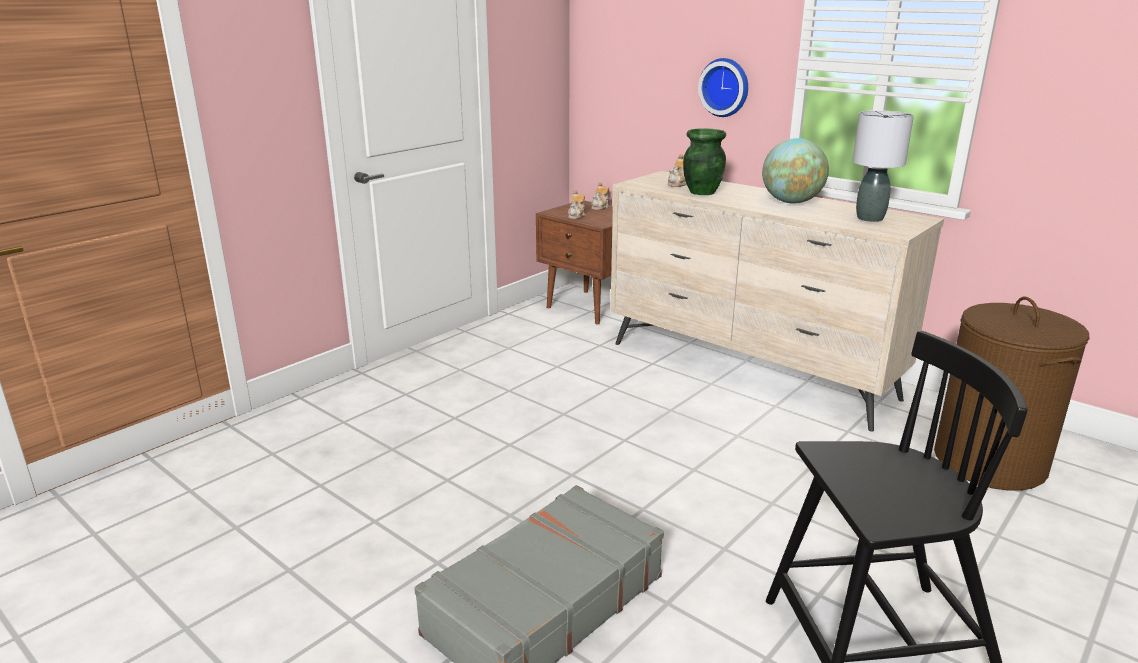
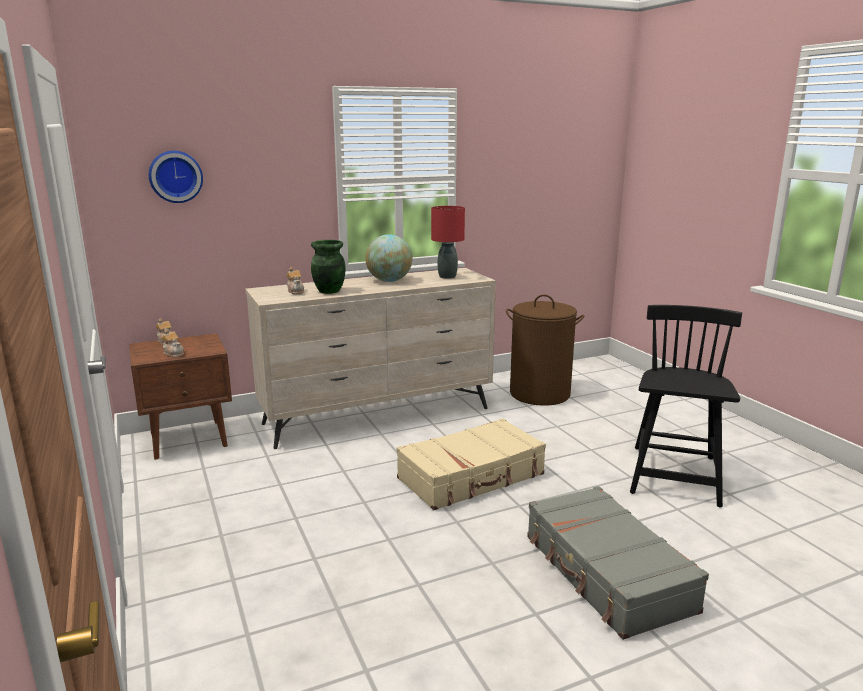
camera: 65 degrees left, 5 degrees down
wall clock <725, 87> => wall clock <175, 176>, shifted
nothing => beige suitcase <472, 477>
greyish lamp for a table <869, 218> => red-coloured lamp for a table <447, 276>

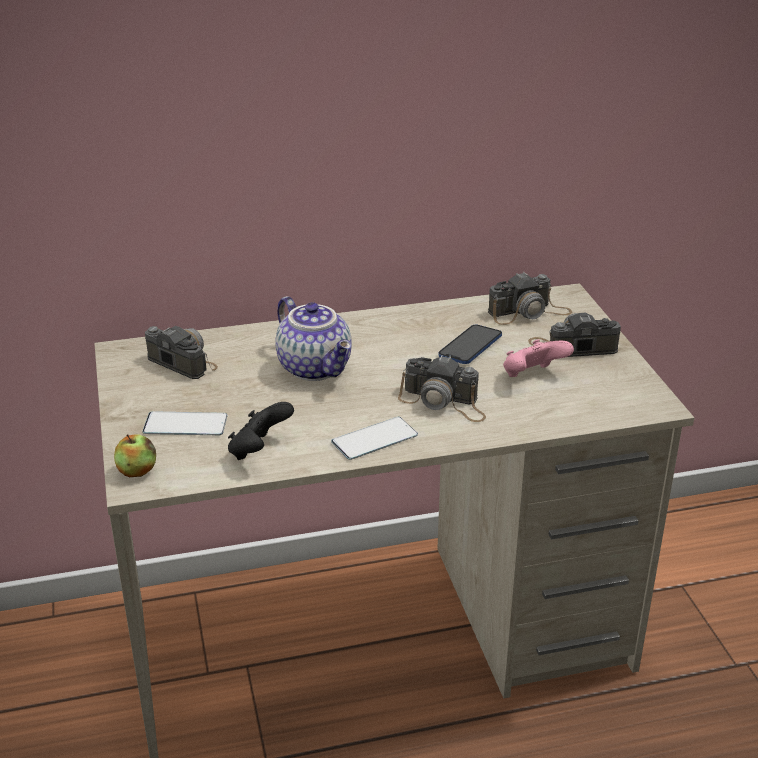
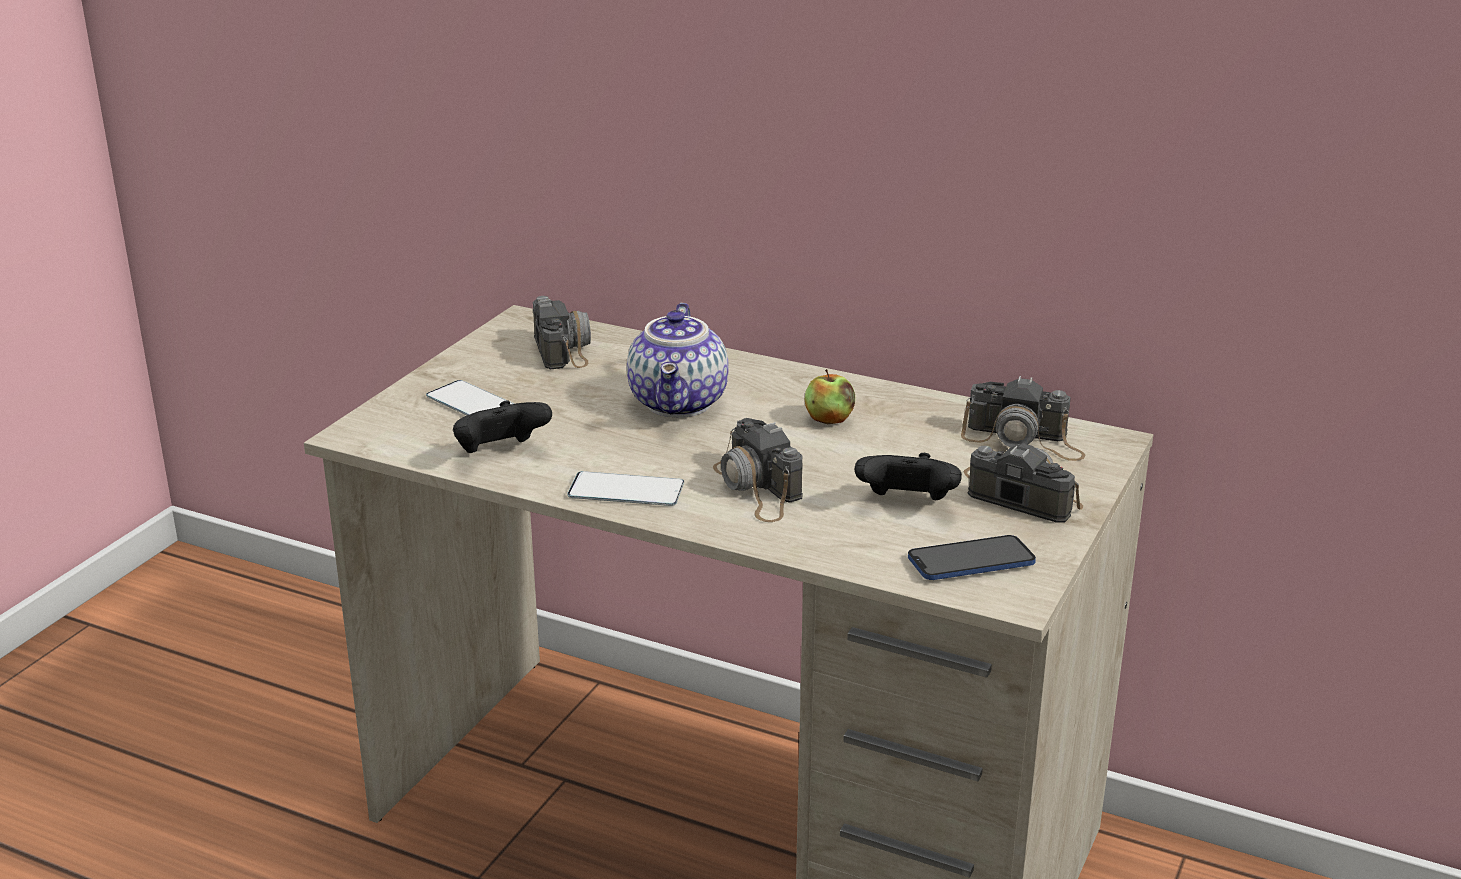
camera: 40 degrees right, 5 degrees down
apple <137, 471> => apple <829, 419>, shifted
pink-coloured game controller <532, 376> => black game controller <907, 504>
handset <470, 346> => handset <971, 561>, shifted

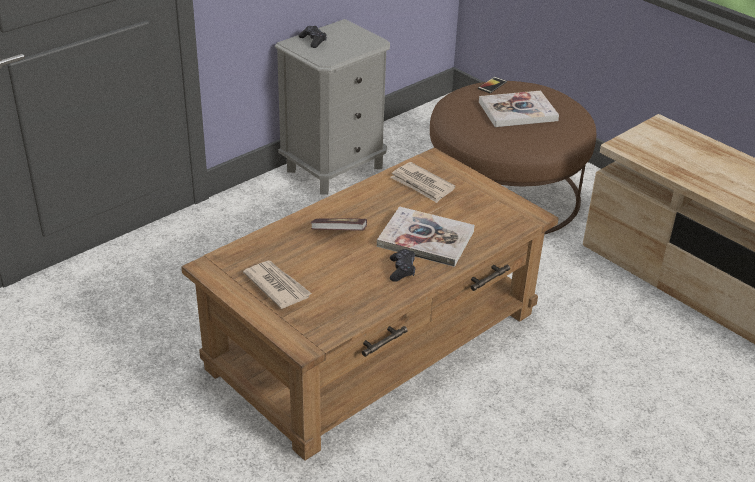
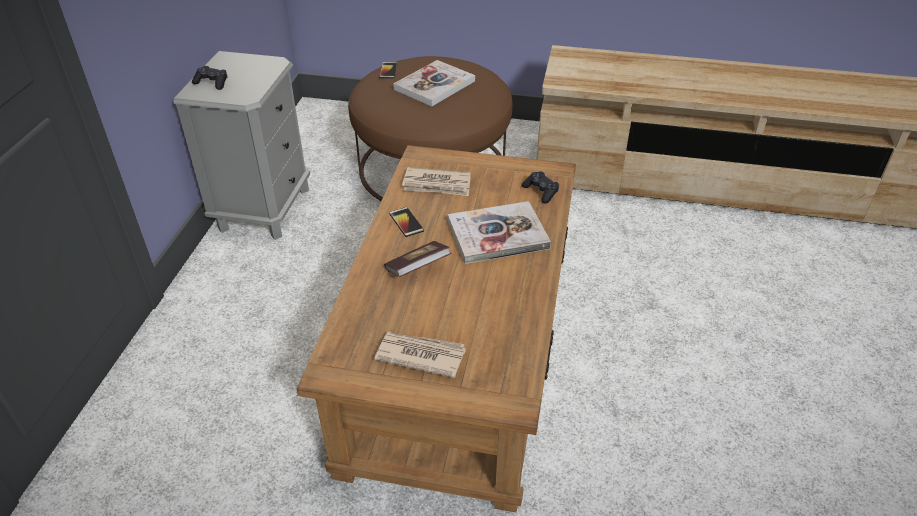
camera: 35 degrees left, 5 degrees up
nothing => handset <406, 222>
black game controller <402, 270> => black game controller <541, 191>, shifted

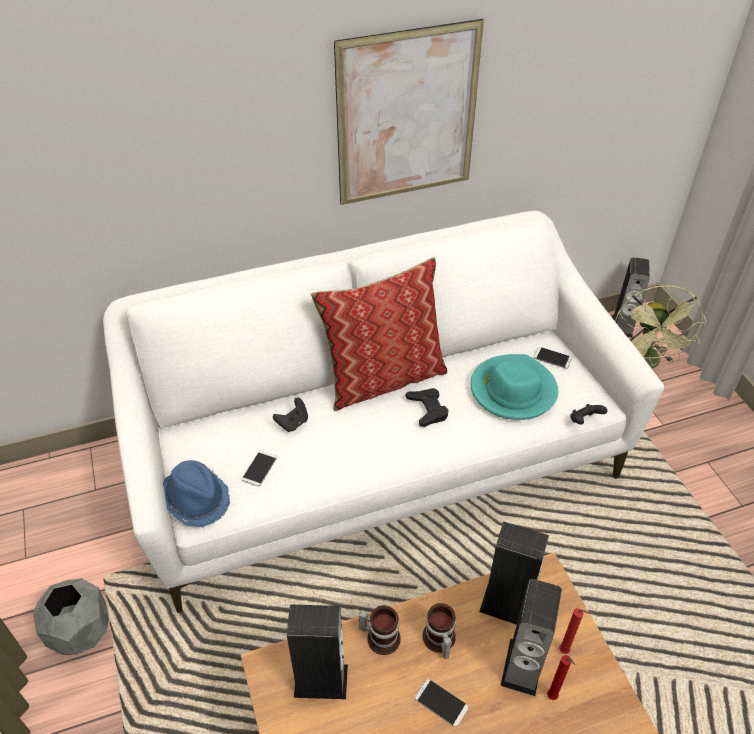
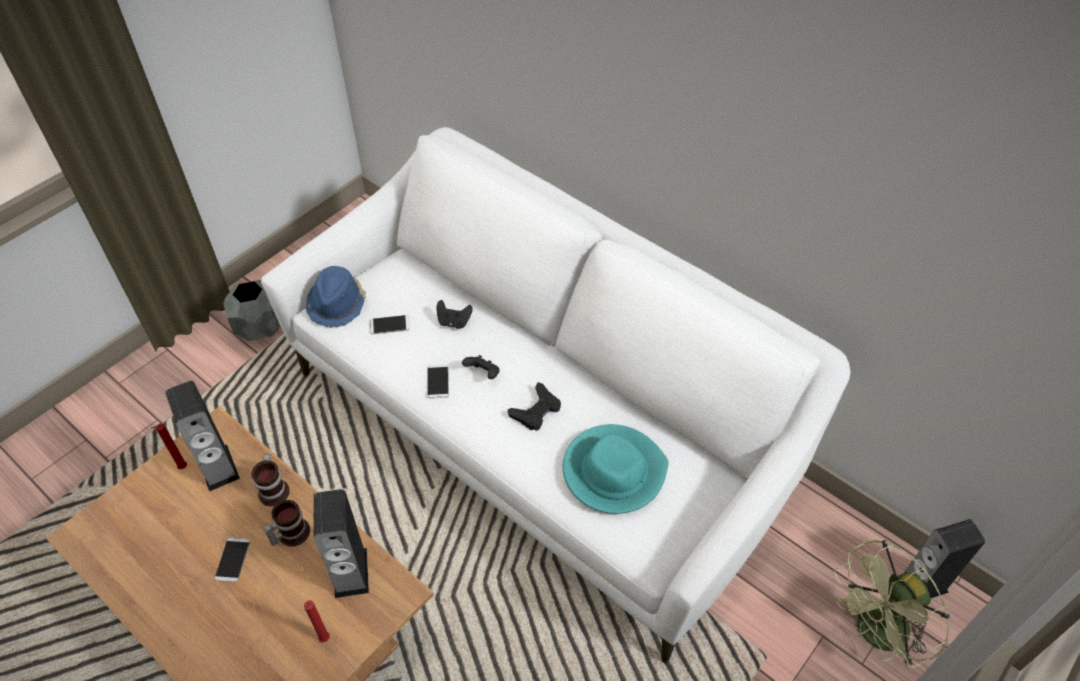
camera: 60 degrees right, 5 degrees up
red-coloured candle <553, 698> => red-coloured candle <181, 468>, shifted
handset <552, 358> => handset <438, 381>, shifted
black game controller <584, 421> => black game controller <483, 374>, shifted
throw pillow <383, 378> => nothing
picture <407, 116> => nothing
speaker <522, 666> => nothing

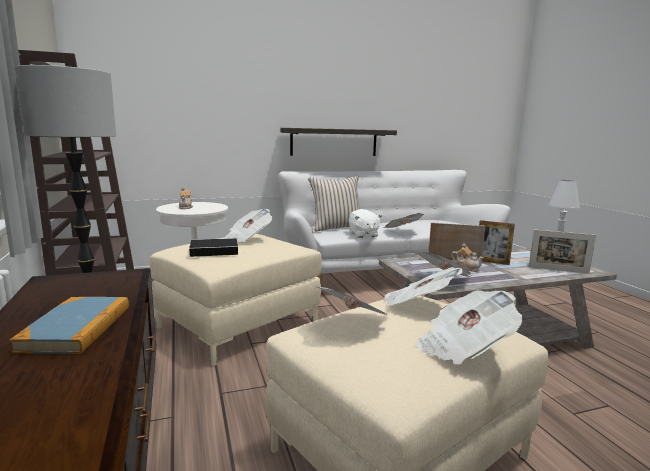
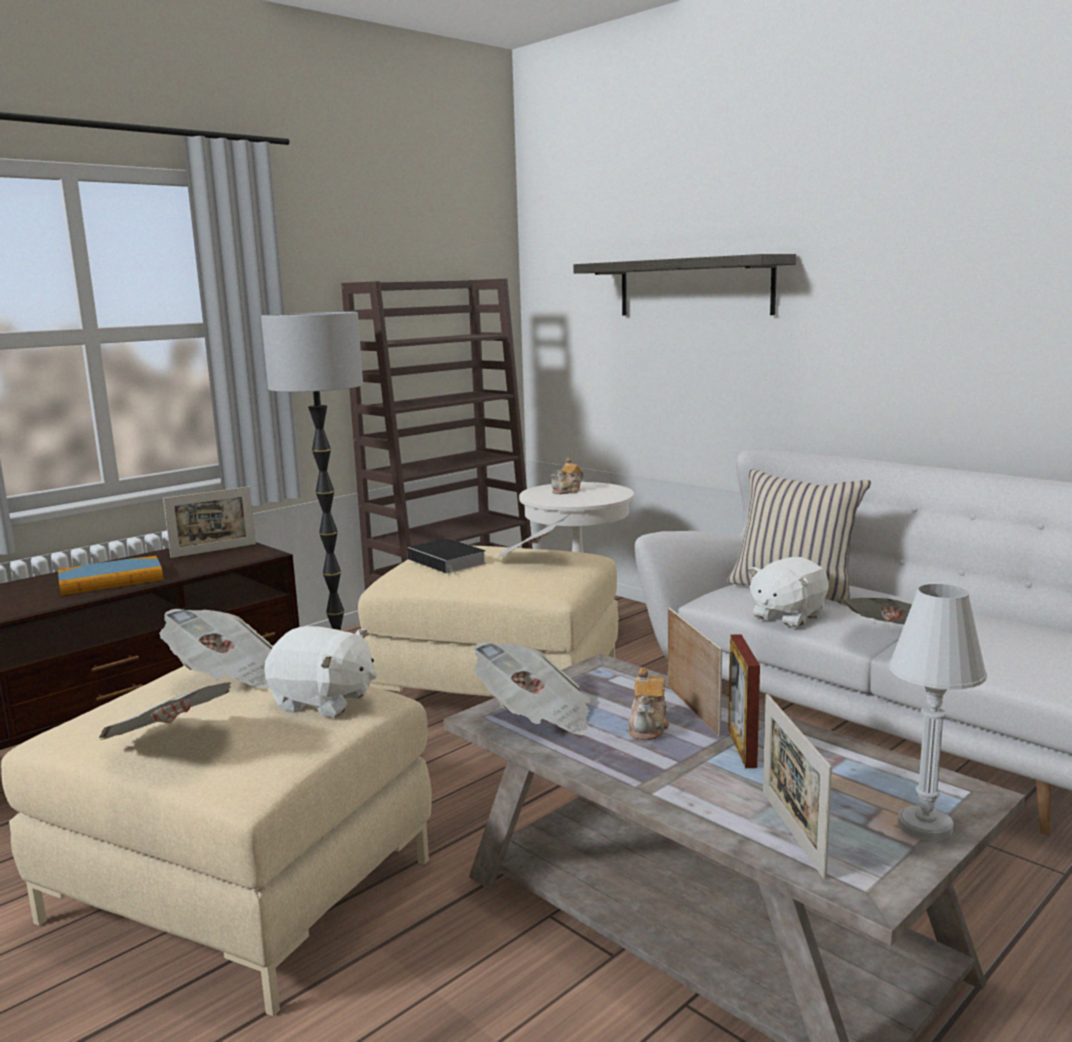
camera: 65 degrees right, 0 degrees up
nothing => picture frame <214, 550>
daily paper <417, 305> => white-coloured plush toy <324, 702>
wall shelf <334, 142> => wall shelf <694, 287>, shifted

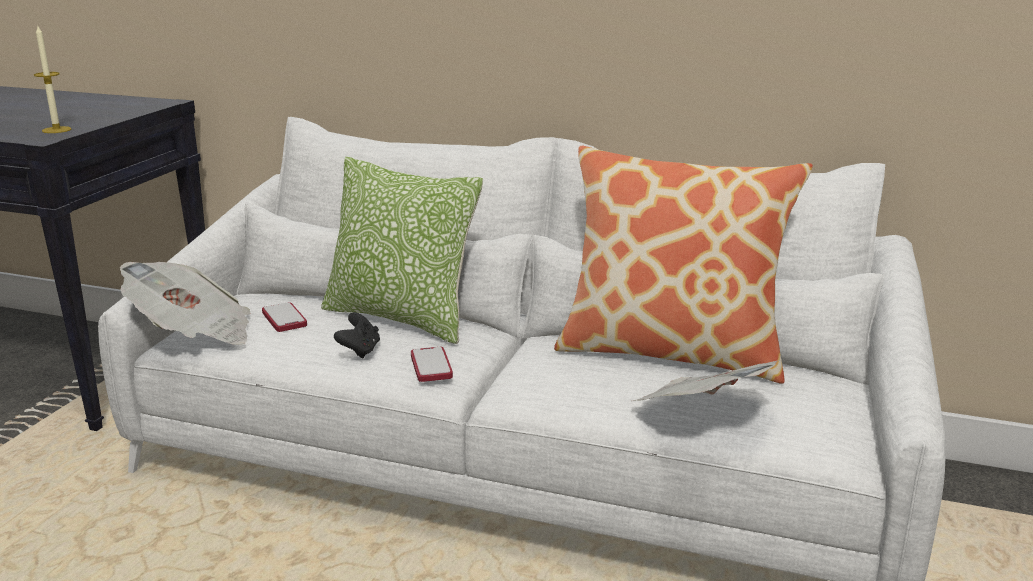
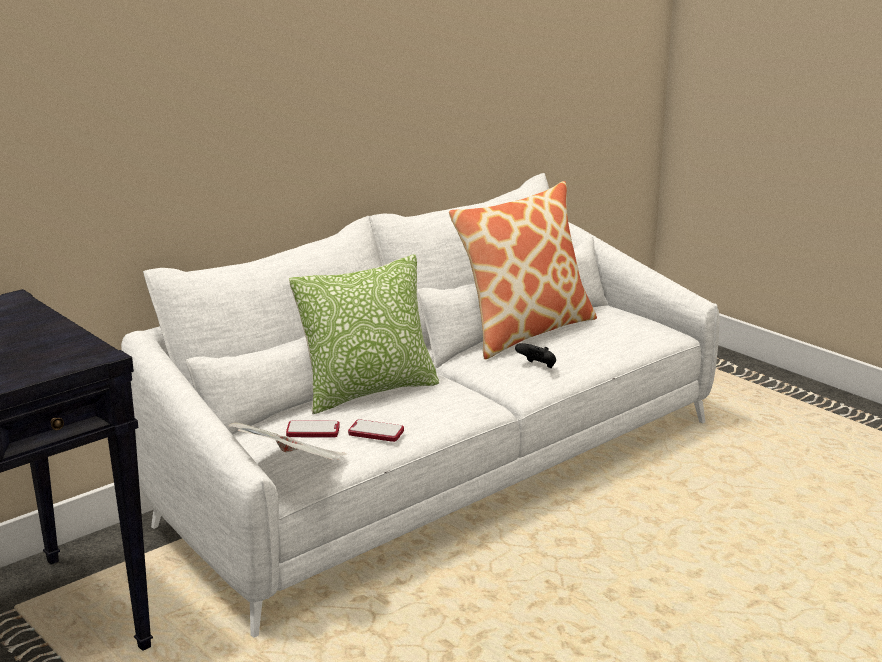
camera: 60 degrees left, 0 degrees up
handset <431, 366> => handset <376, 432>, shifted
black game controller <359, 351> => black game controller <537, 367>, shifted
candle <56, 130> => nothing
daily paper <703, 415> => nothing

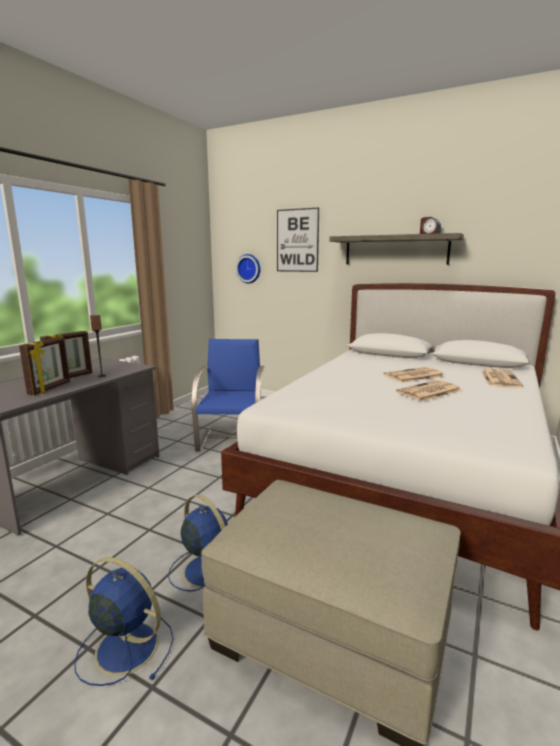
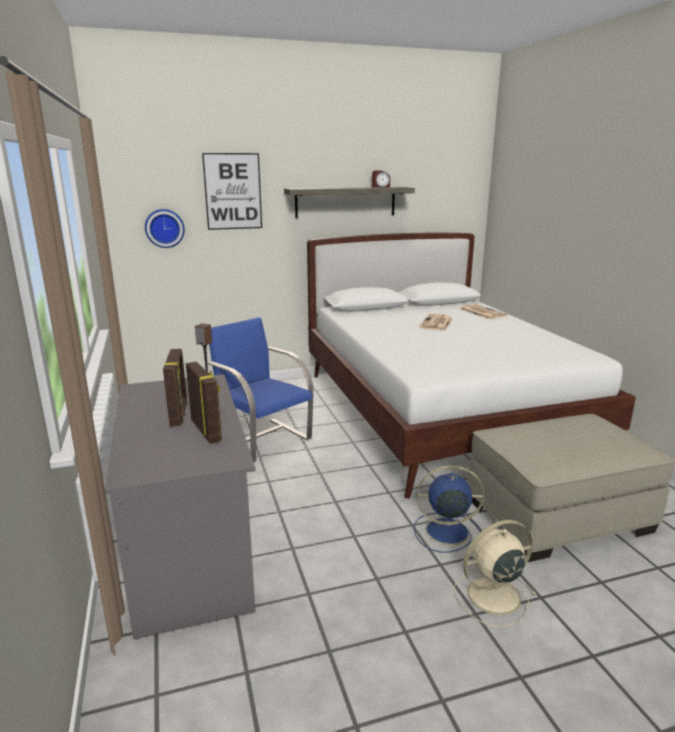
camera: 45 degrees left, 5 degrees up
blue-coloured electric fan <125, 646> => beige electric fan <491, 596>
daily paper <429, 391> => nothing

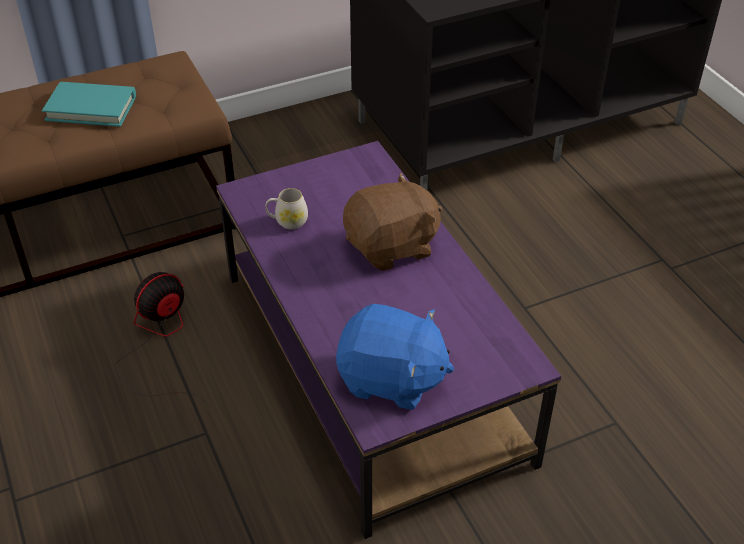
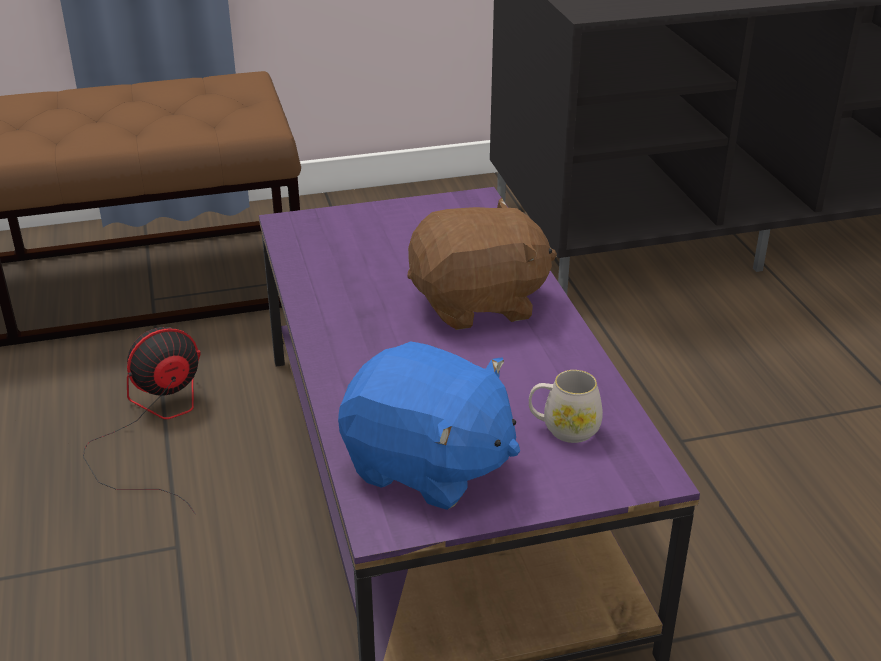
camera: 10 degrees right, 10 degrees down
white-coloured coffee mug <287, 221> => white-coloured coffee mug <563, 428>, shifted
blue-green bound book <91, 108> => nothing

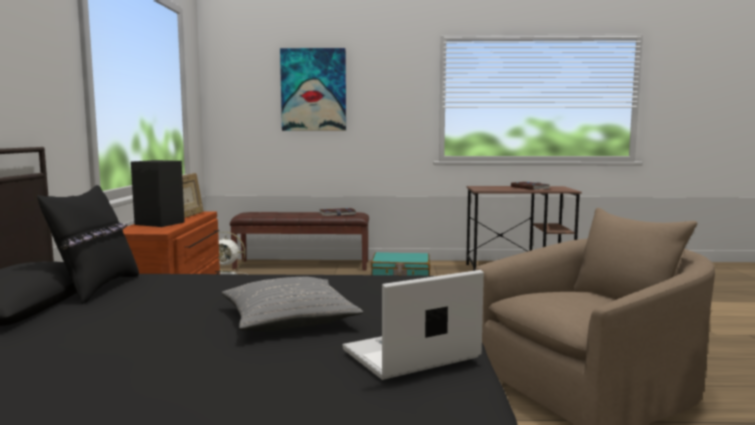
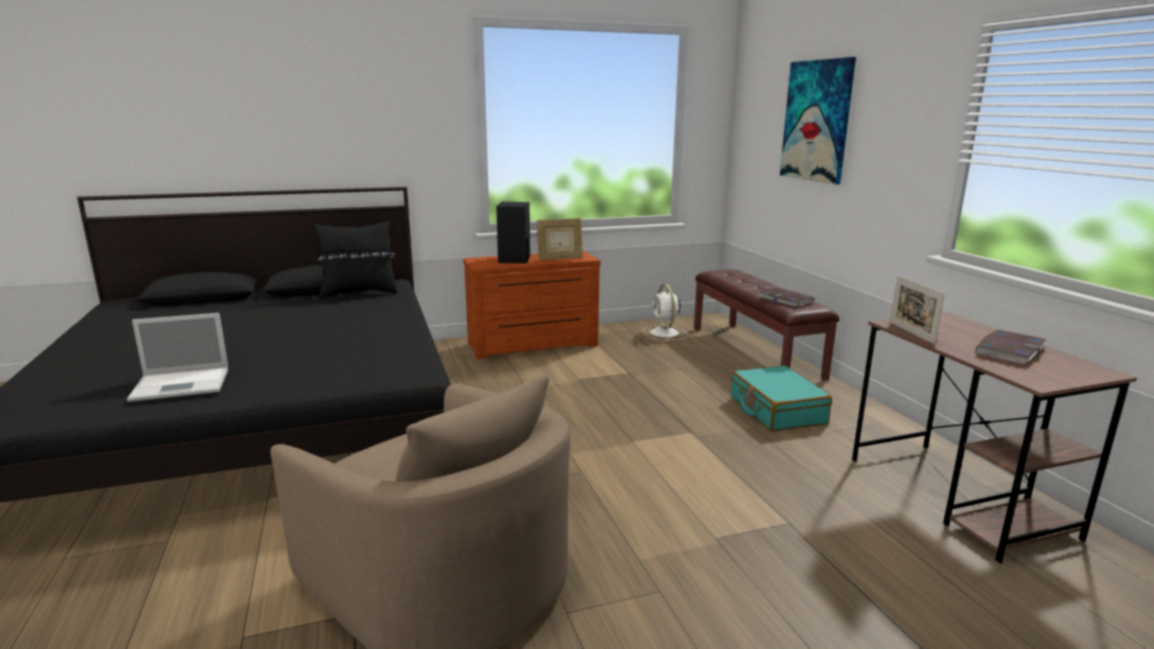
camera: 70 degrees right, 10 degrees up
portable computer <408, 355> => portable computer <183, 384>, 120 degrees clockwise
nothing => picture frame <911, 332>
greyish throw pillow <289, 319> => nothing

